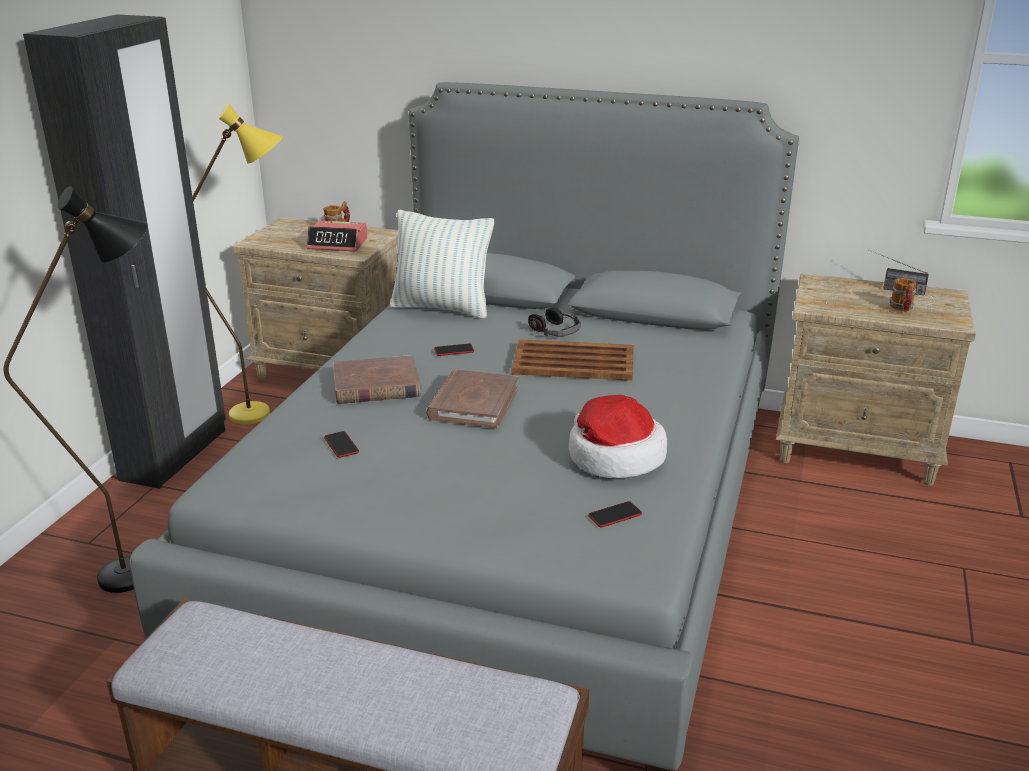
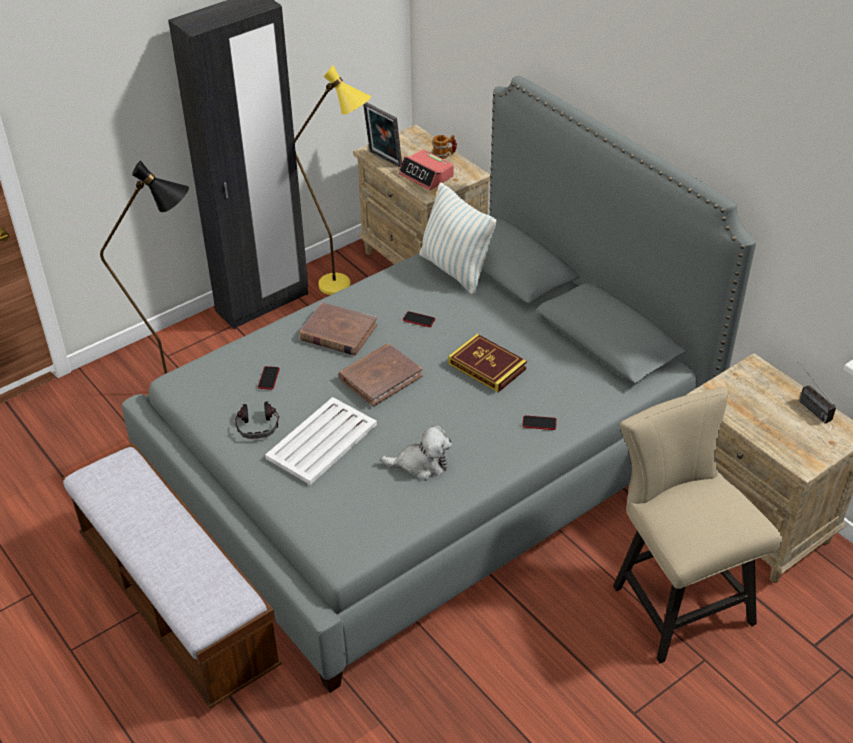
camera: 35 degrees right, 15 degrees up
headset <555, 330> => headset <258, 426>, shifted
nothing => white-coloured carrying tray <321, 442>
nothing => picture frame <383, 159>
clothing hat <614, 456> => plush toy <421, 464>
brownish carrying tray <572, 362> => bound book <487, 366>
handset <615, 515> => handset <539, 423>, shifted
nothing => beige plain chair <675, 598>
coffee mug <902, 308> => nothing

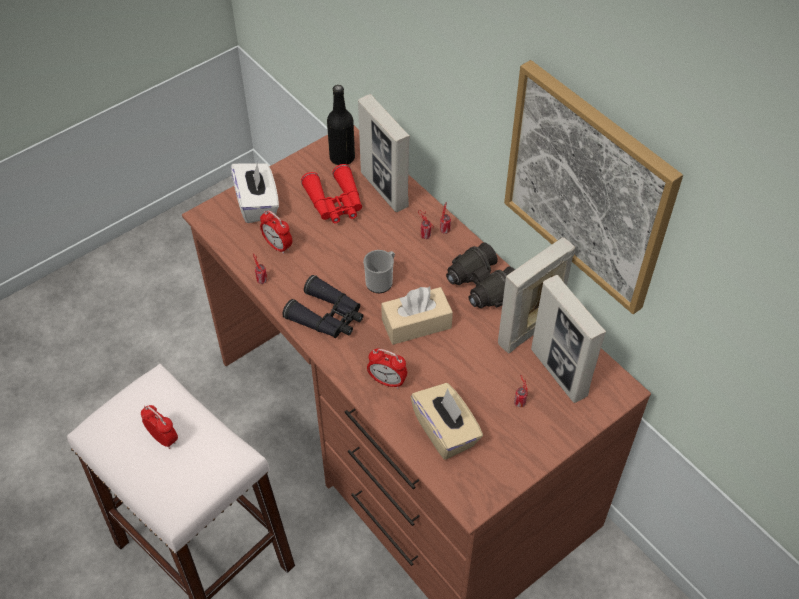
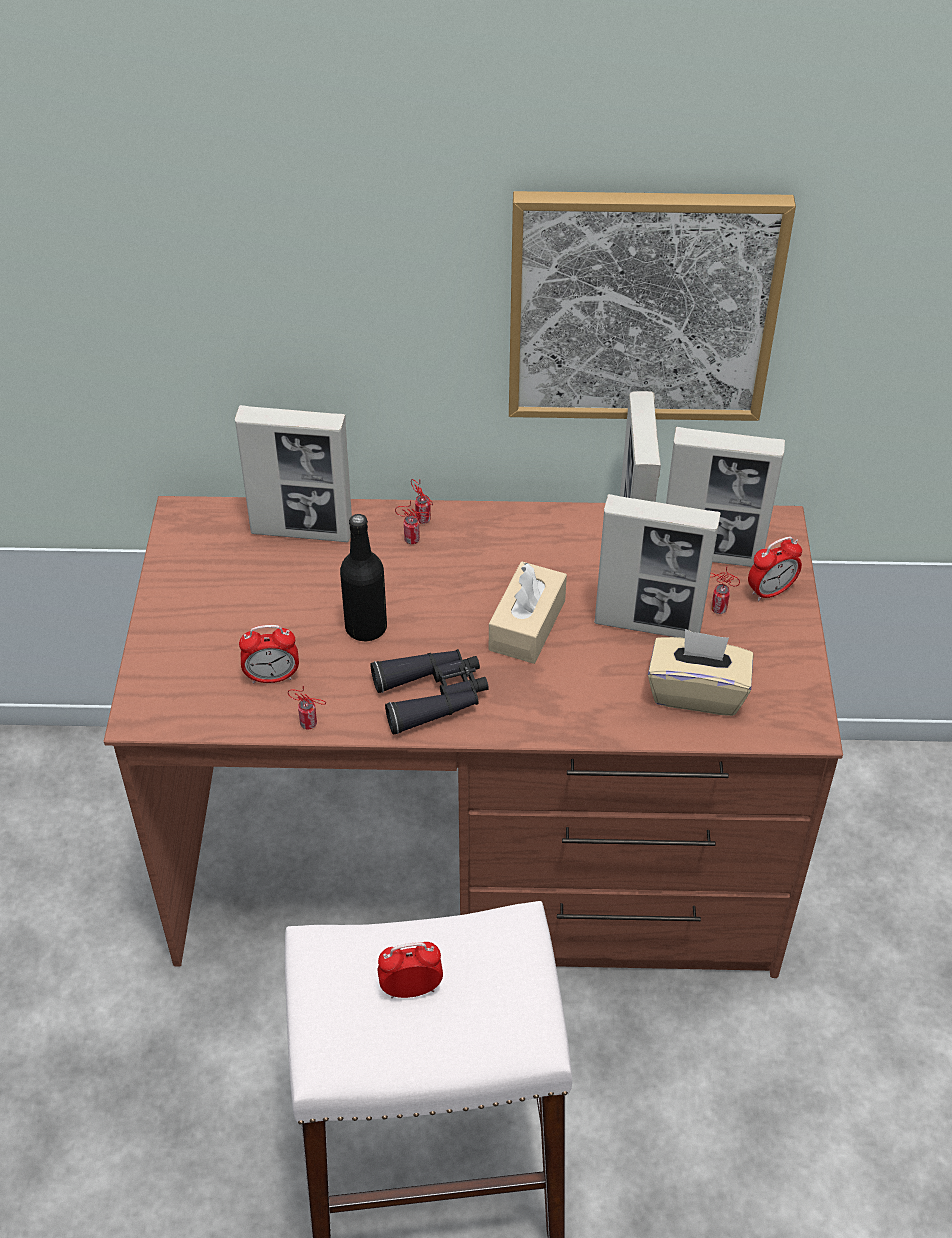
camera: 50 degrees left, 5 degrees down
black bottle <342, 158> => black bottle <366, 627>, shifted
nothing => picture frame <648, 625>
table clock <387, 381> => table clock <770, 591>, shifted
white-coloured tissue box <257, 204> => nothing
red-coloured field glasses <335, 203> => nothing
coffee mug <381, 281> => nothing
black field glasses <481, 286> => nothing

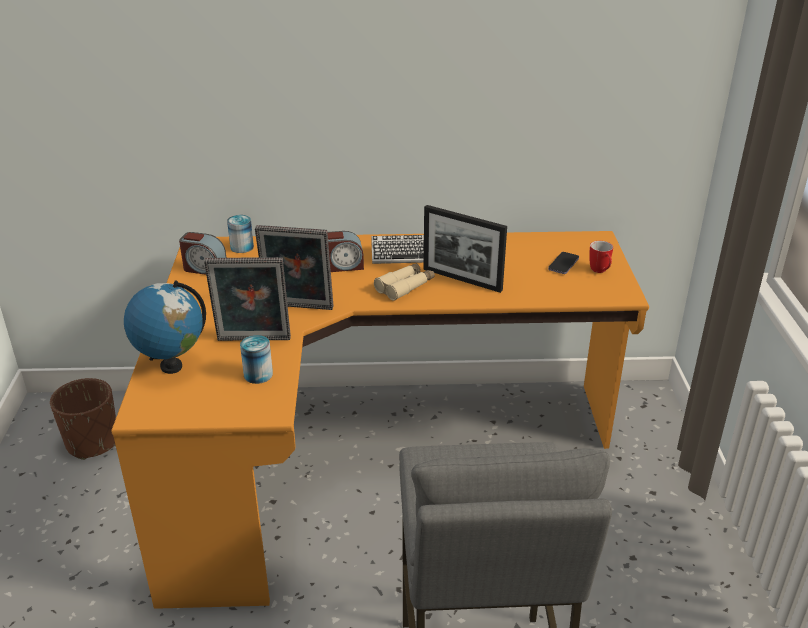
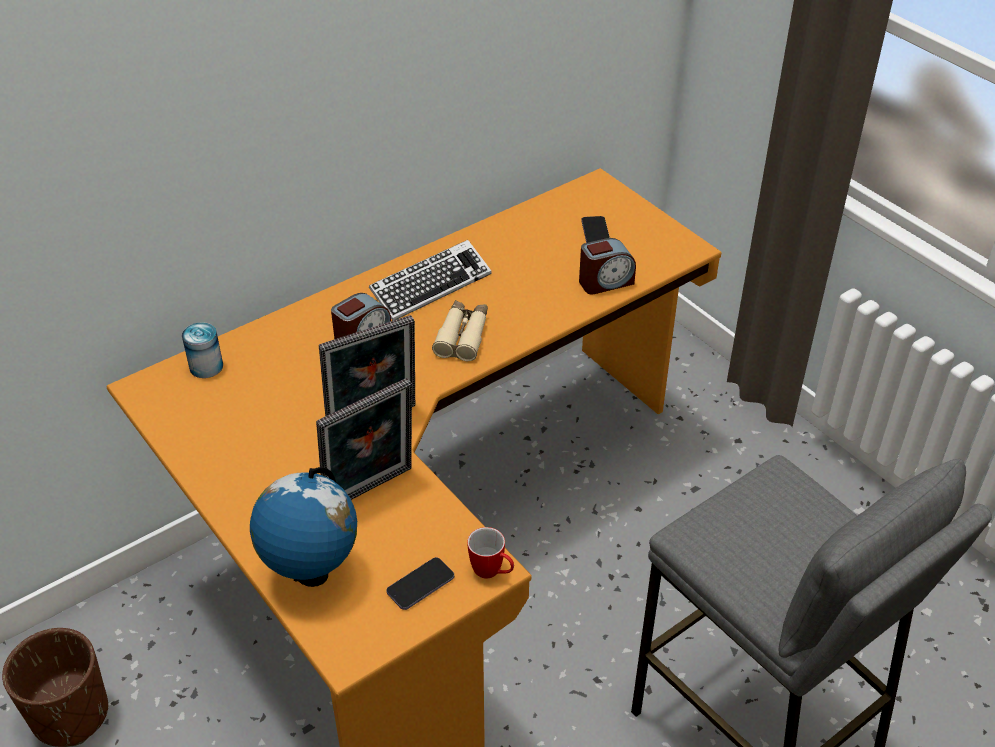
camera: 35 degrees left, 10 degrees up
nothing => handset <420, 585>
coffee mug <600, 271> => coffee mug <492, 573>, shifted
table clock <204, 268> => table clock <605, 282>, shifted
sealed can <258, 374> => nothing
picture frame <462, 279> => nothing

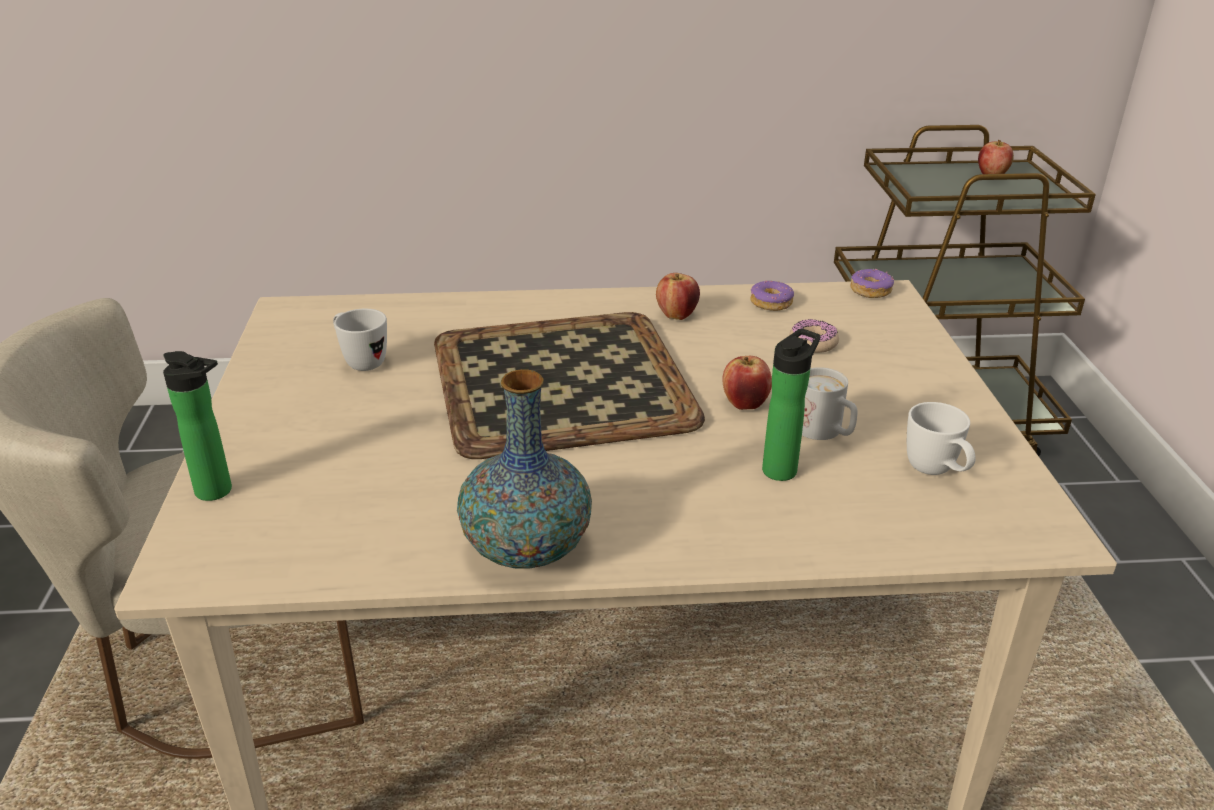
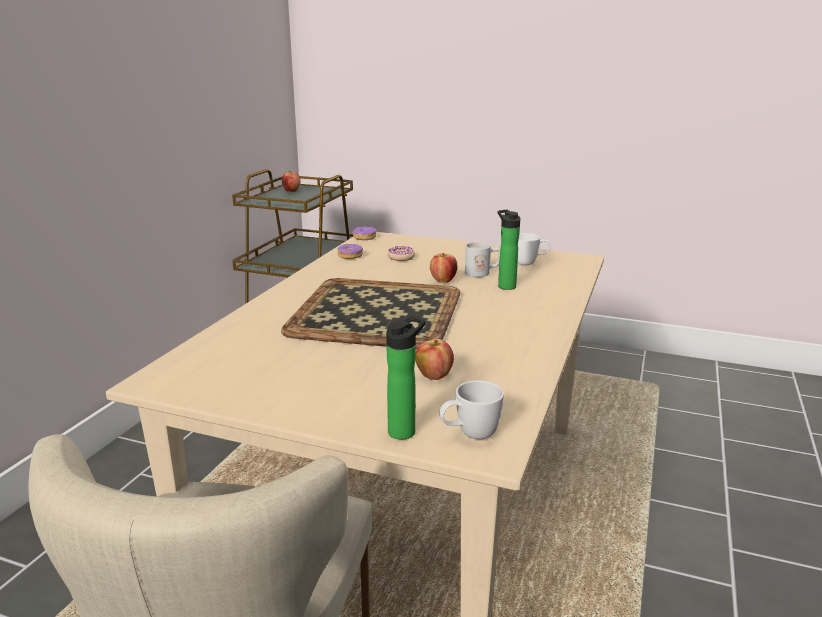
camera: 65 degrees left, 10 degrees down
apple <677, 315> => apple <434, 376>, shifted
white-coloured coffee mug <360, 361> => white-coloured coffee mug <469, 435>, shifted
vase <526, 550> => nothing

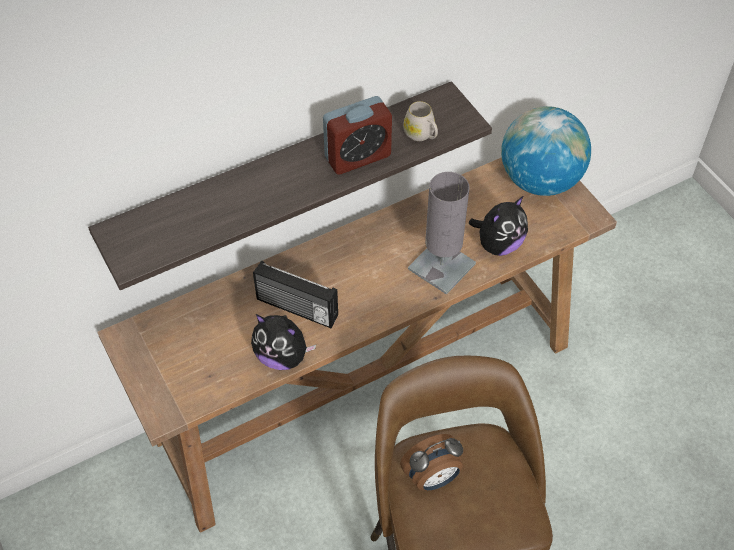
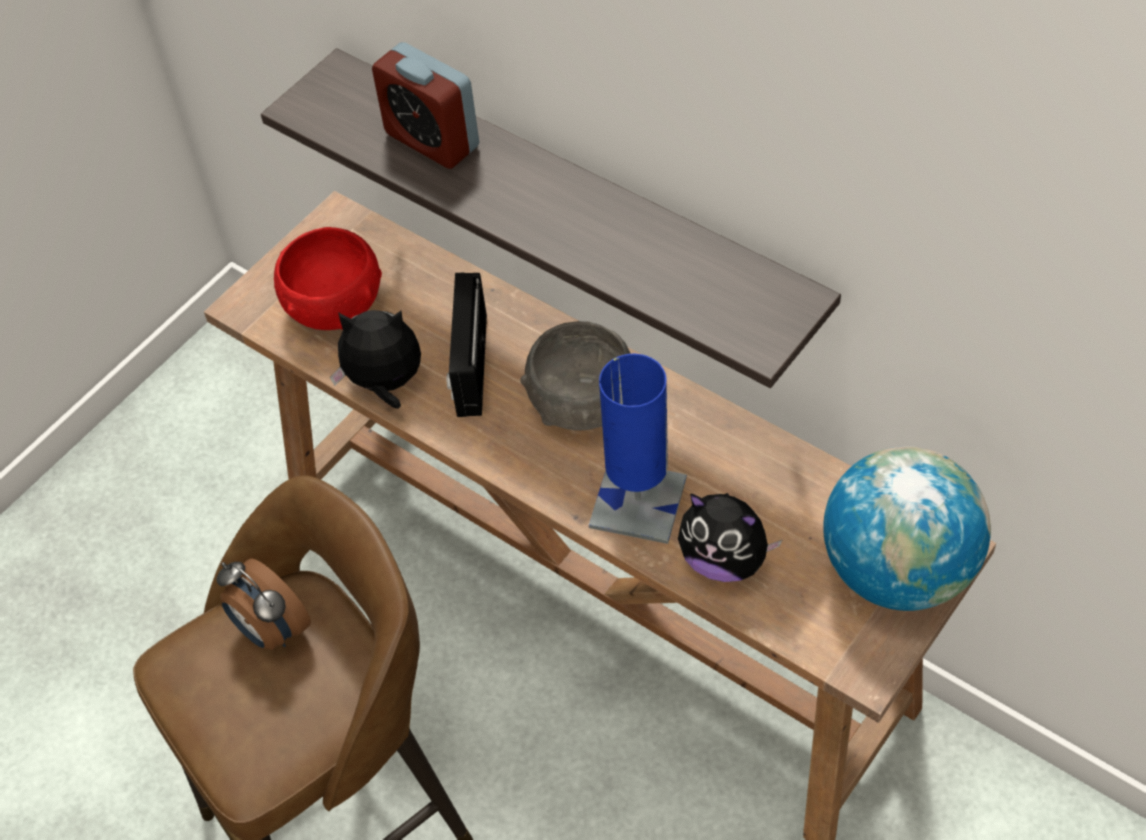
camera: 70 degrees right, 0 degrees up
nothing => red-coloured serving bowl <335, 307>
plush toy <282, 356> => plush toy <385, 384>, 90 degrees clockwise
table clock <357, 157> => table clock <432, 140>, shifted
nothing => greyish serving bowl <582, 403>
greyish lamp for a table <441, 266> => blue-coloured lamp for a table <638, 502>
white-coloured coffee mug <421, 135> => nothing

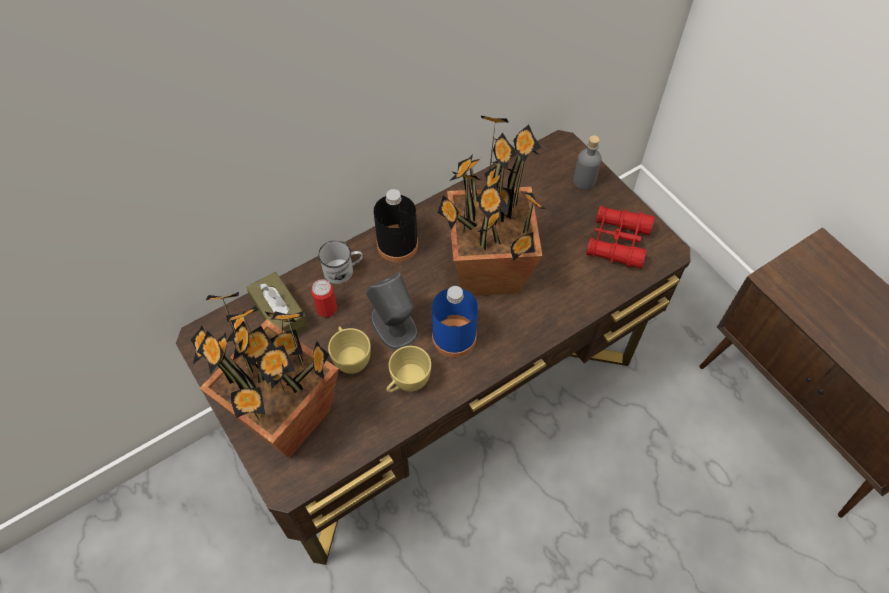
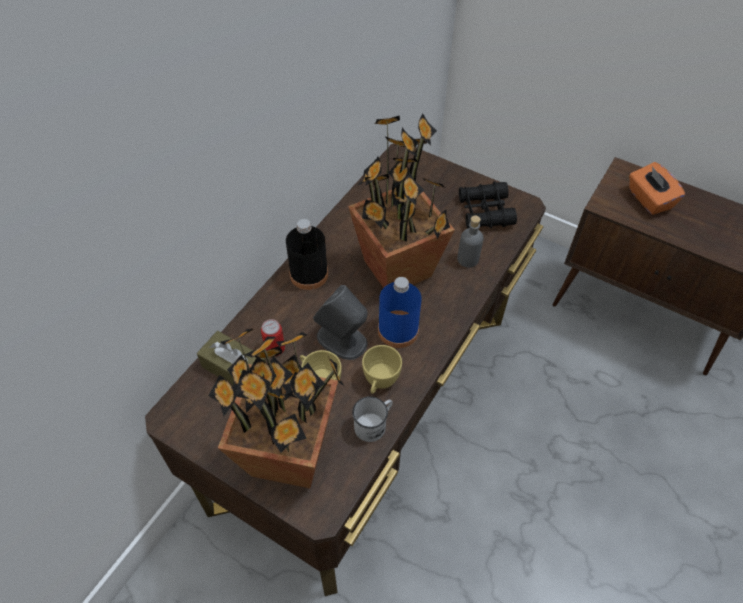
camera: 25 degrees left, 5 degrees down
white-coloured coffee mug <343, 270> => white-coloured coffee mug <374, 424>, shifted
greyish bottle <584, 181> => greyish bottle <468, 259>, shifted
red-coloured field glasses <617, 242> => black field glasses <485, 212>
nothing => orange-coloured tissue box <649, 200>

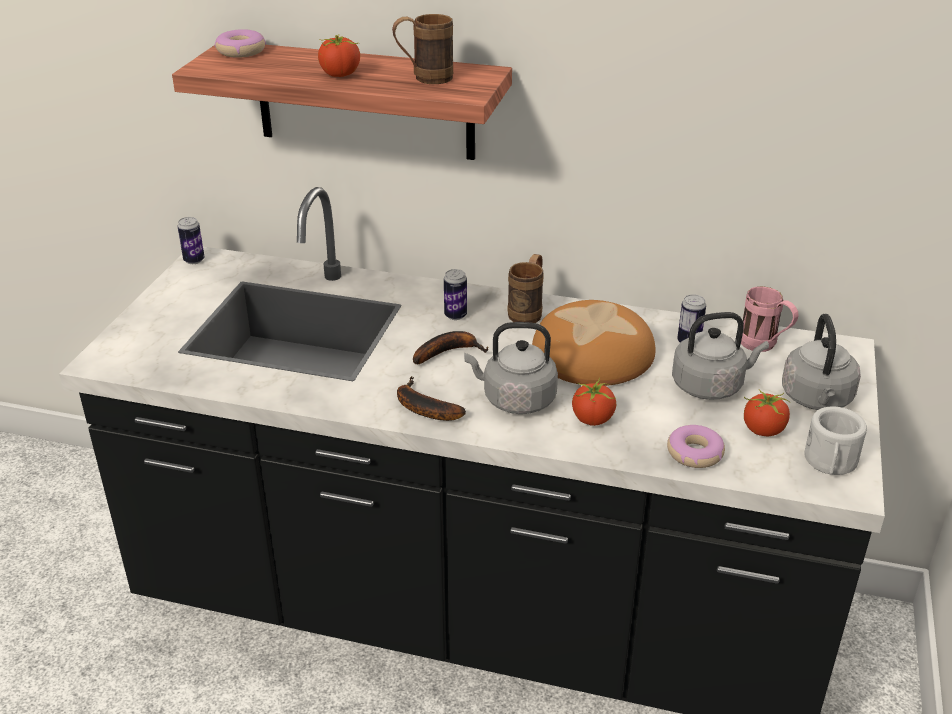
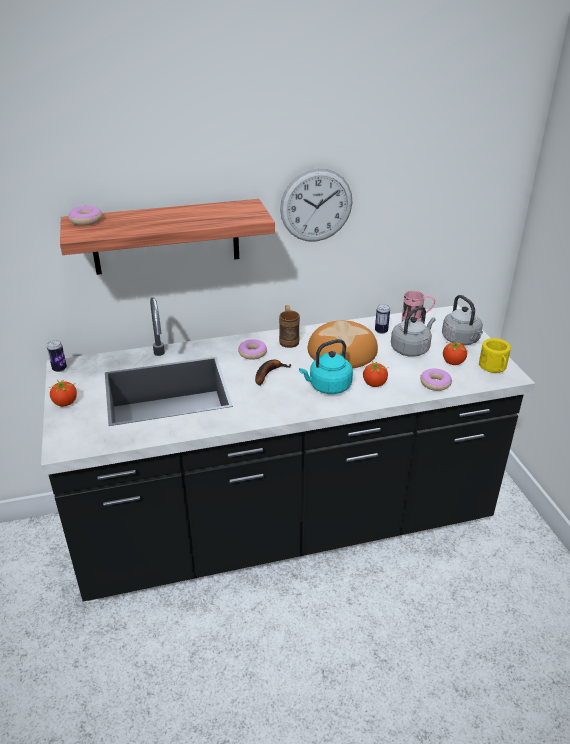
camera: 30 degrees left, 0 degrees up
whole tomato <340, 75> => whole tomato <65, 403>, shifted
sealed can <455, 315> => donut <252, 353>
nothing => wall clock <316, 205>
greyish tea kettle <515, 400> => blue-green tea kettle <328, 387>
white-coloured coffee mug <830, 463> => yellow-coloured coffee mug <494, 367>
brownish coffee mug <424, 78> => nothing
banana fruit <422, 408> => nothing

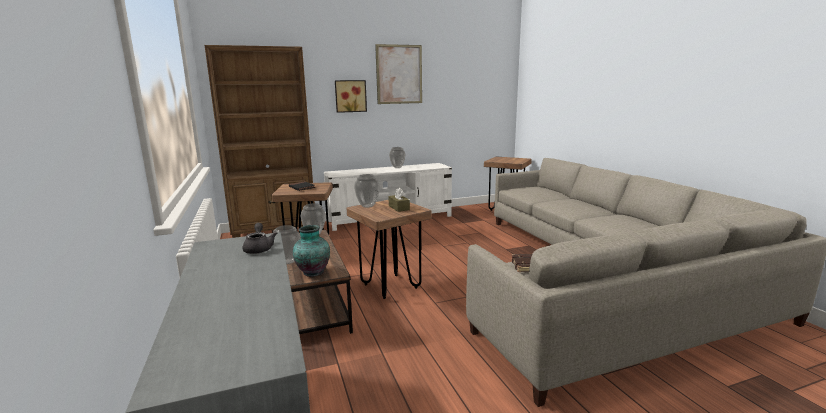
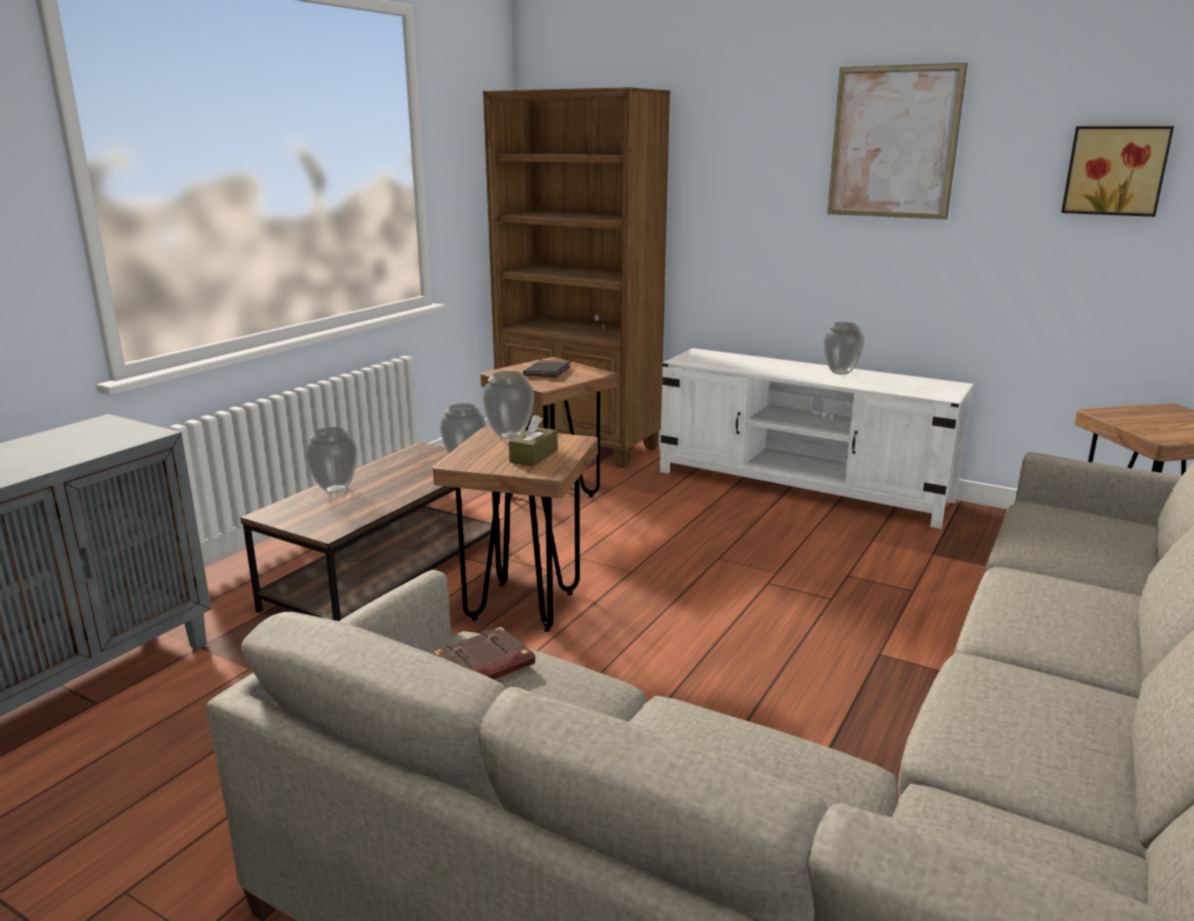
camera: 50 degrees right, 5 degrees up
picture <350, 96> => picture <1115, 170>, shifted
greyish teapot <259, 248> => nothing
vase <312, 272> => nothing

